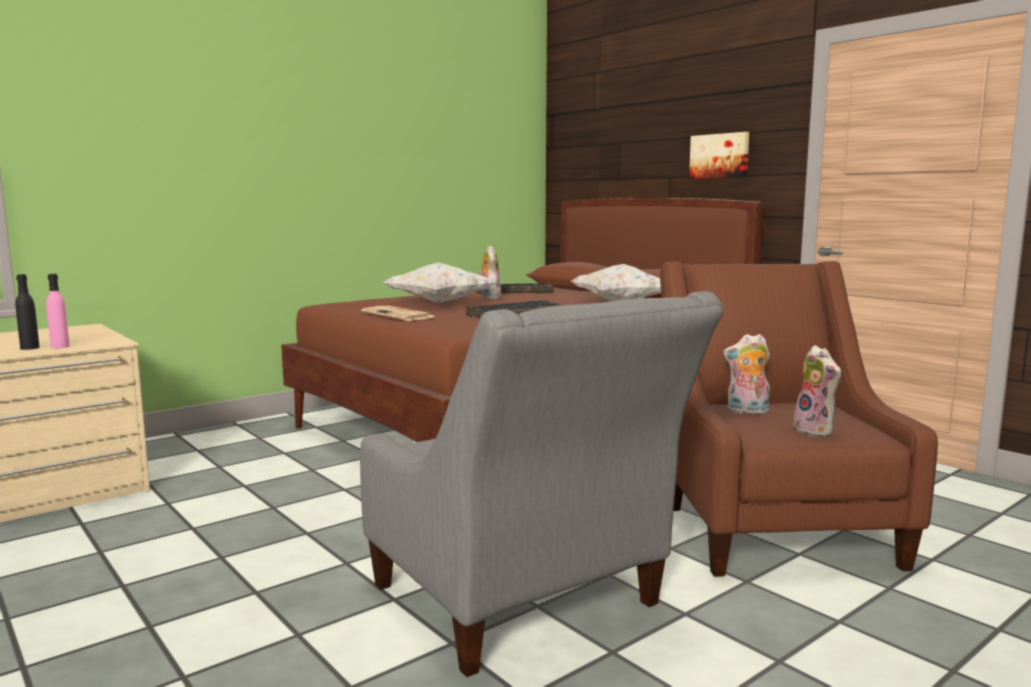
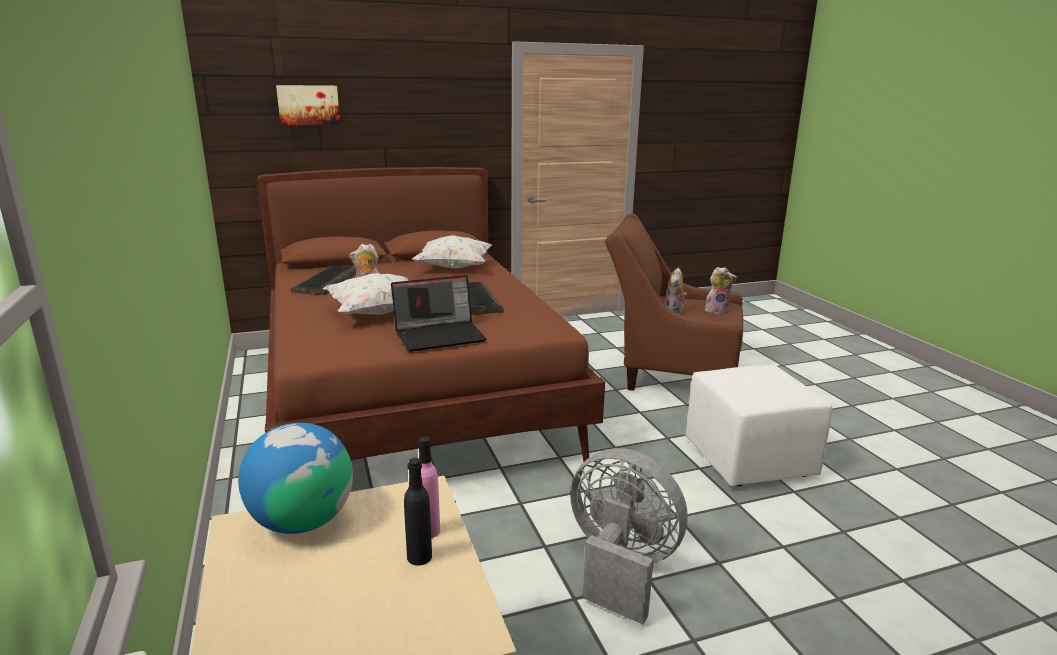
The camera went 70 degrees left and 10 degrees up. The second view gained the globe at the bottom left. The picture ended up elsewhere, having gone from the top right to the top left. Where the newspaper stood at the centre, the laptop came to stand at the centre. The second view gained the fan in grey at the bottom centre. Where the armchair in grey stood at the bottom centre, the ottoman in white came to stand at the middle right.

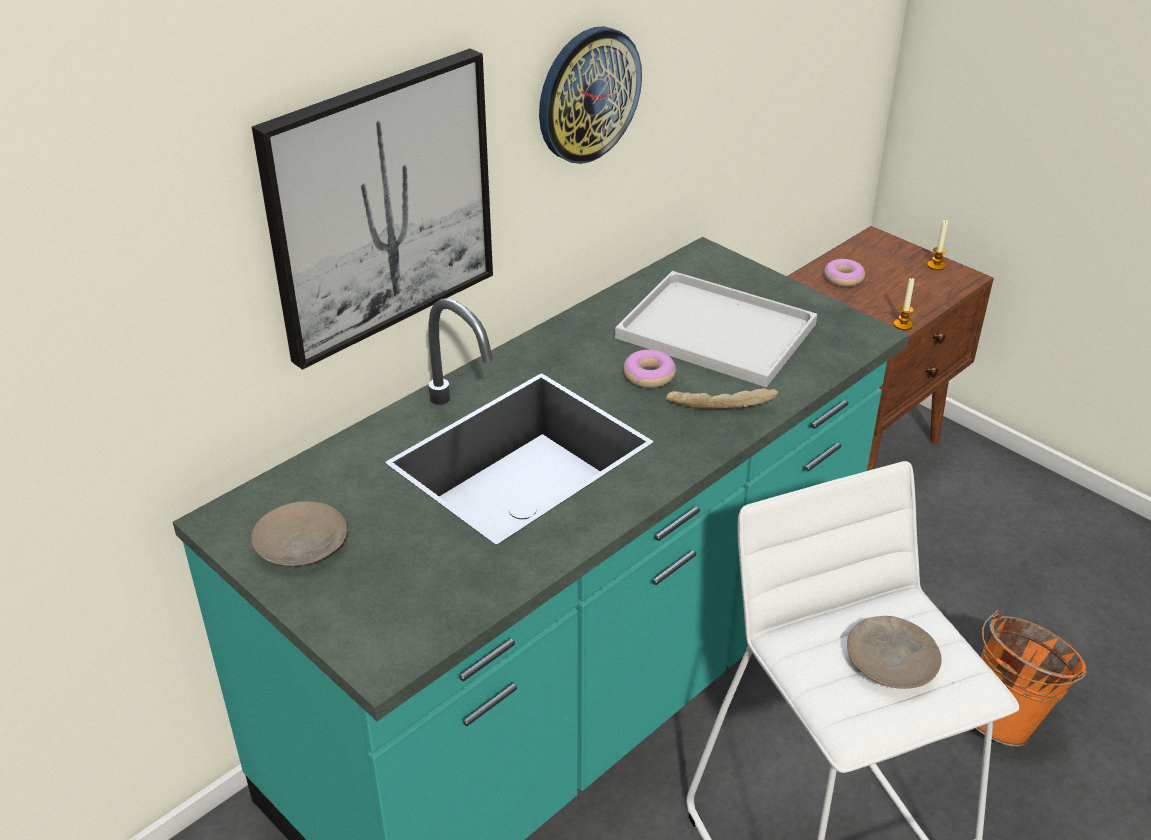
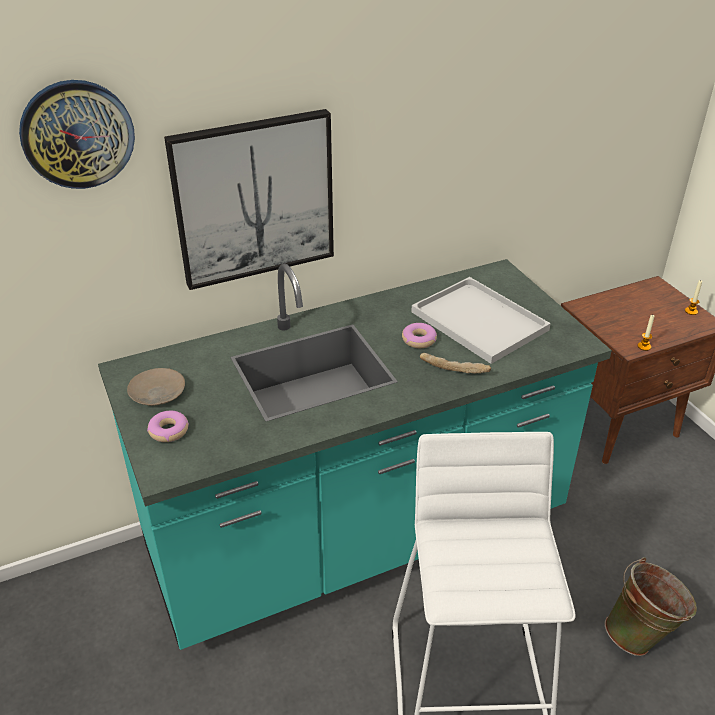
The camera went 20 degrees right and 0 degrees up. The wall clock ended up elsewhere, having gone from the top centre to the top left. The donut (2nd from left in the first image) ended up elsewhere, having gone from the top right to the middle left. What was the bucket in orange at the bottom right turned into the bucket in green at the bottom right. The second view lost the plate in beige (2nd from left) at the bottom right.

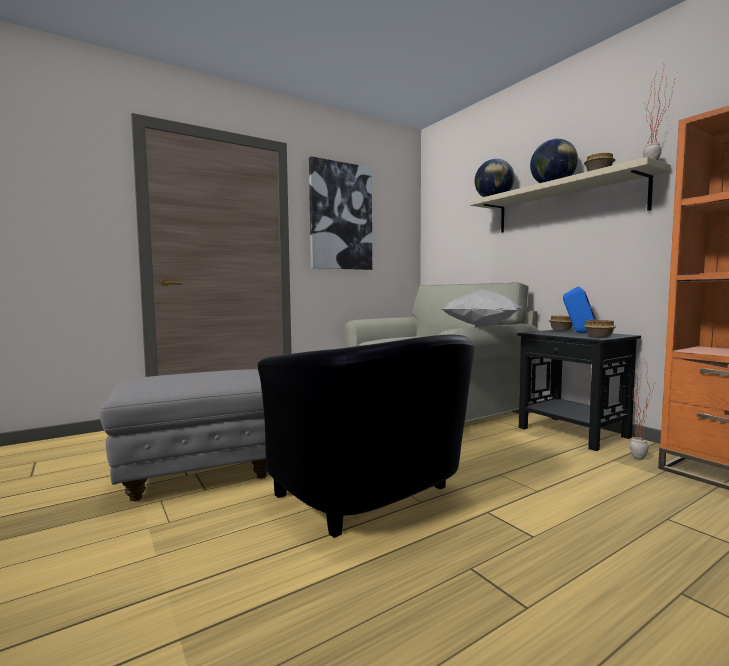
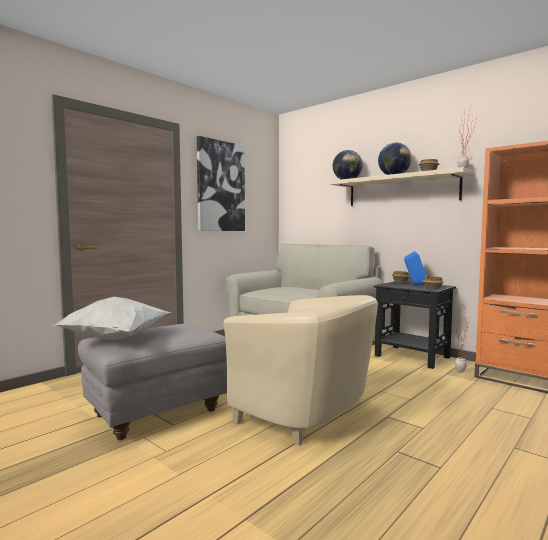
The camera went 15 degrees left and 0 degrees up. The pillow in white ended up elsewhere, having gone from the centre to the middle left. What was the armchair in black at the centre turned into the armchair in beige at the bottom centre.

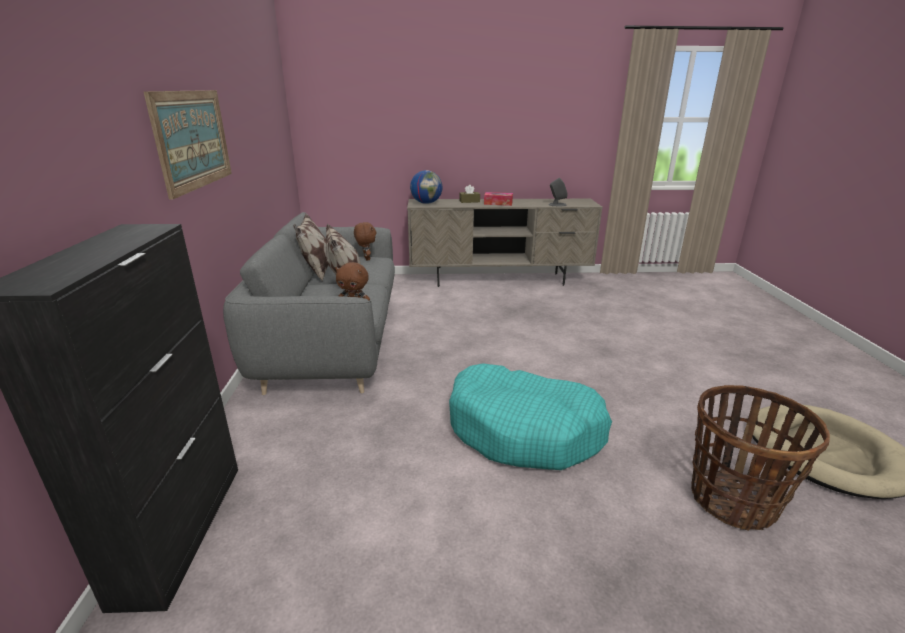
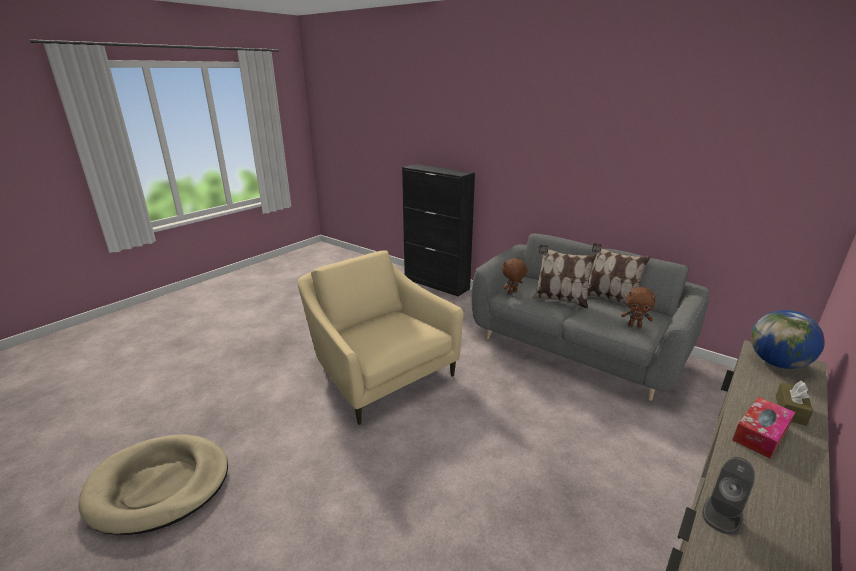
The camera went 130 degrees right and 0 degrees up. Where the dog bed in turquoise stood at the centre, the armchair in beige came to stand at the centre. The second view lost the picture at the top left. The second view lost the basket at the bottom right.

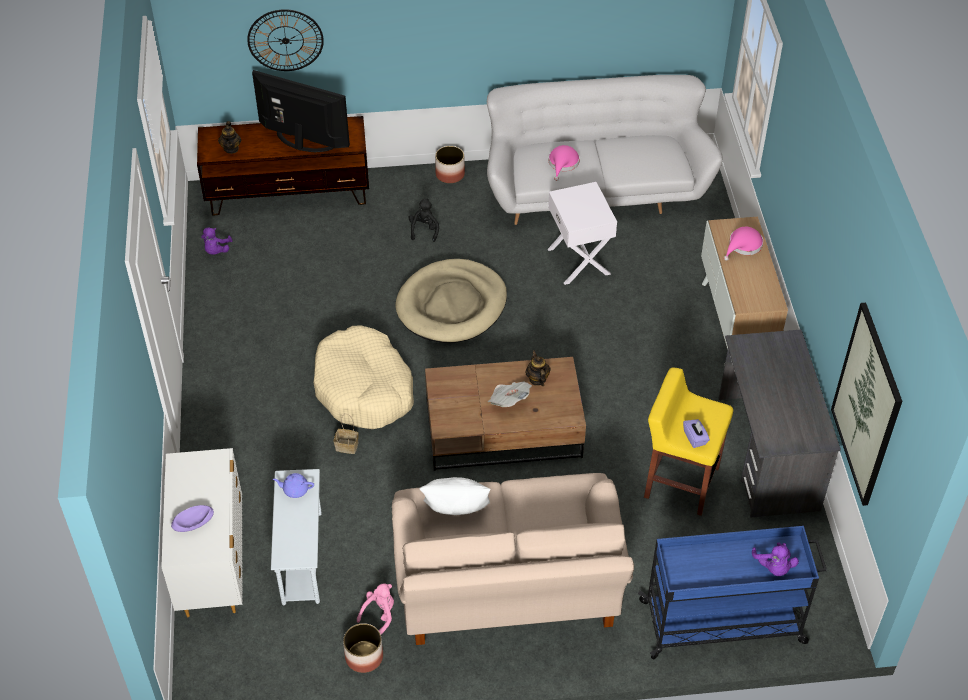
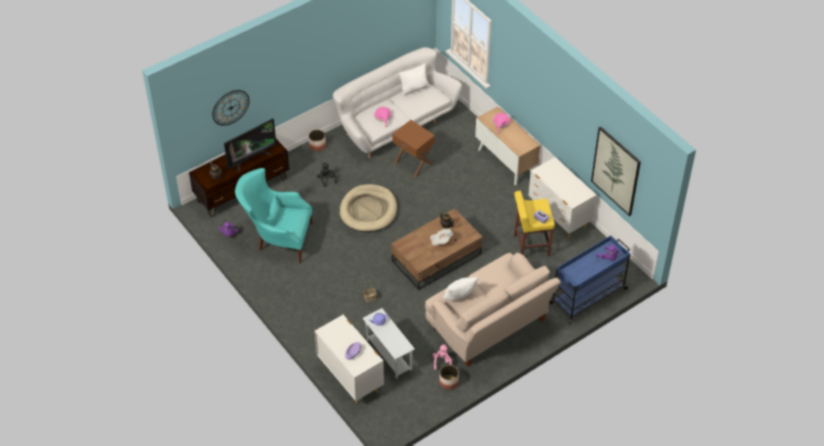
The camera went 30 degrees left and 0 degrees up. The television at the top left ended up facing another way, 150 degrees clockwise from before. The second view gained the armchair in turquoise at the middle left. What was the side table in white (2nd from left) at the top centre turned into the side table in brown at the centre. The second view gained the pillow in white (1st from left) at the top centre. Where the desk in grey stood at the middle right, the dresser in white (2nd from left) came to stand at the middle right. The second view lost the dog bed in beige (1st from left) at the centre.

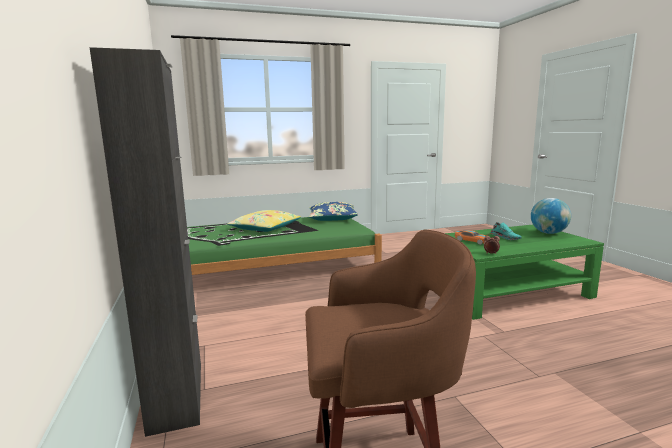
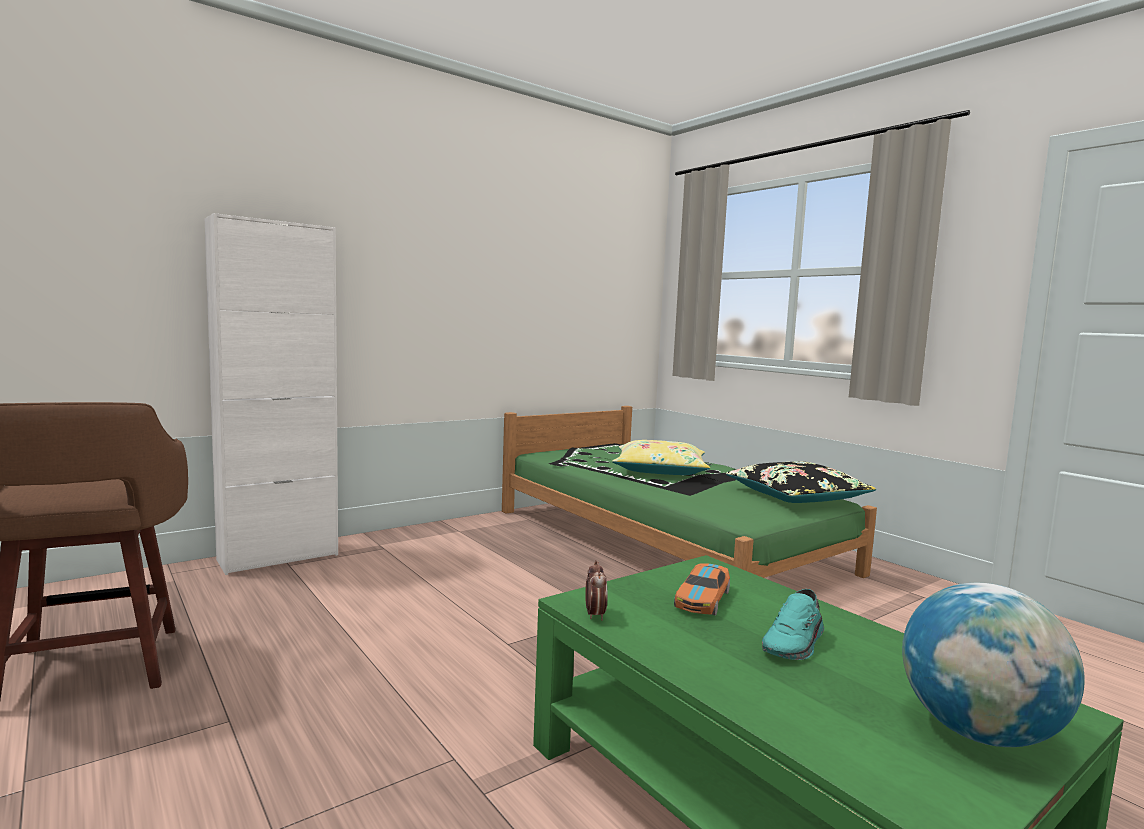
The camera went 70 degrees right and 5 degrees down. What was the cabinet in black at the middle left turned into the cabinet in white at the middle left. What was the pillow in blue at the centre turned into the pillow in black at the middle right.

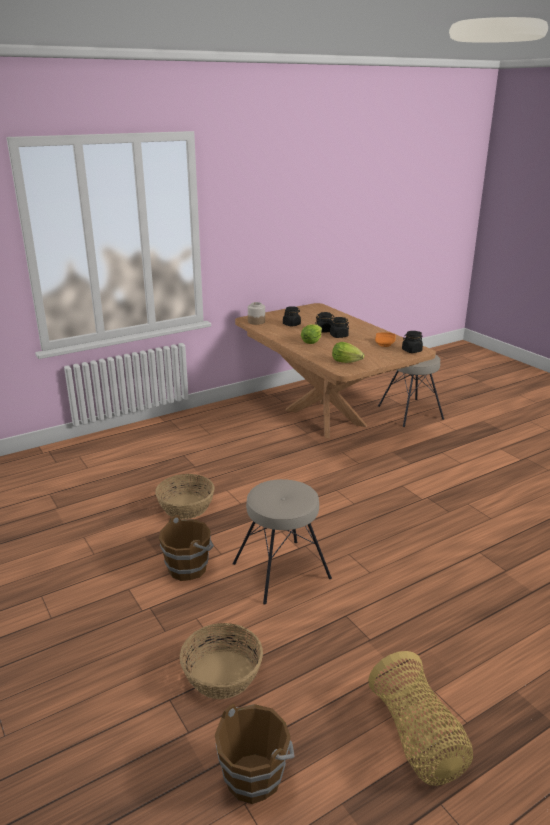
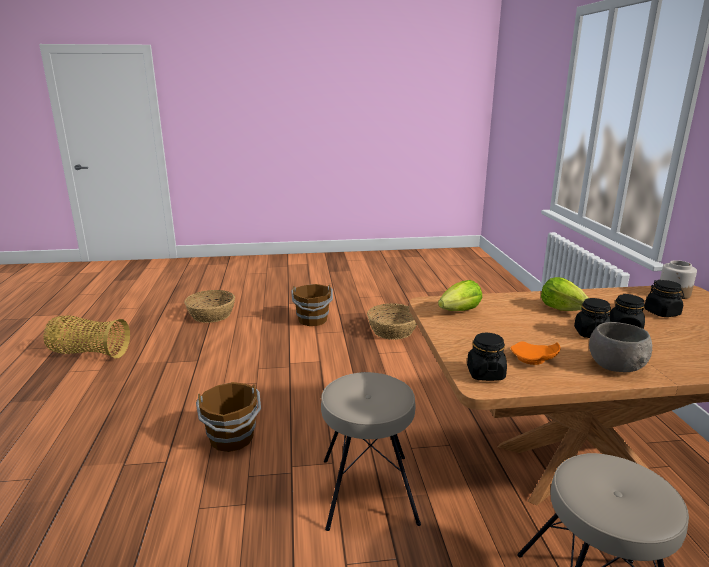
The camera went 115 degrees right and 5 degrees down. The bucket in brown (2nd from left in the first image) ended up elsewhere, having gone from the bottom centre to the bottom left. The stool in beige (1st from left) ended up elsewhere, having gone from the centre to the bottom centre. The second view gained the bowl in grey at the middle right.

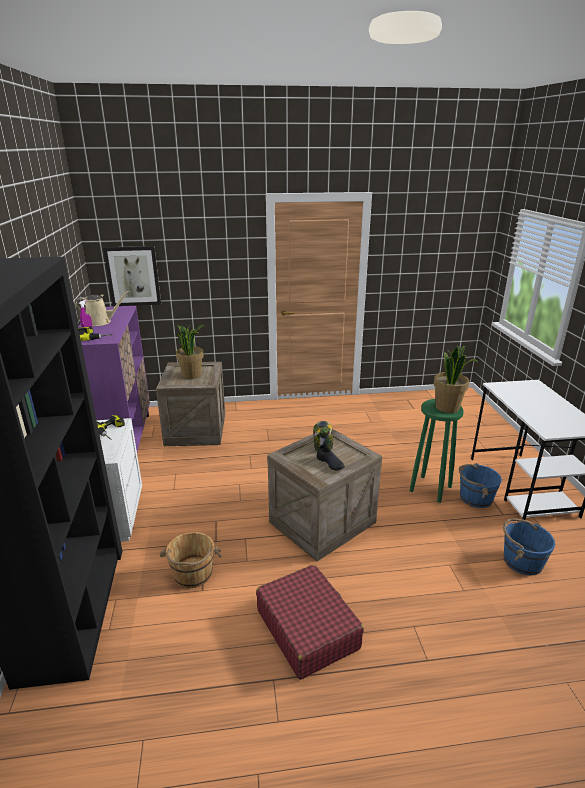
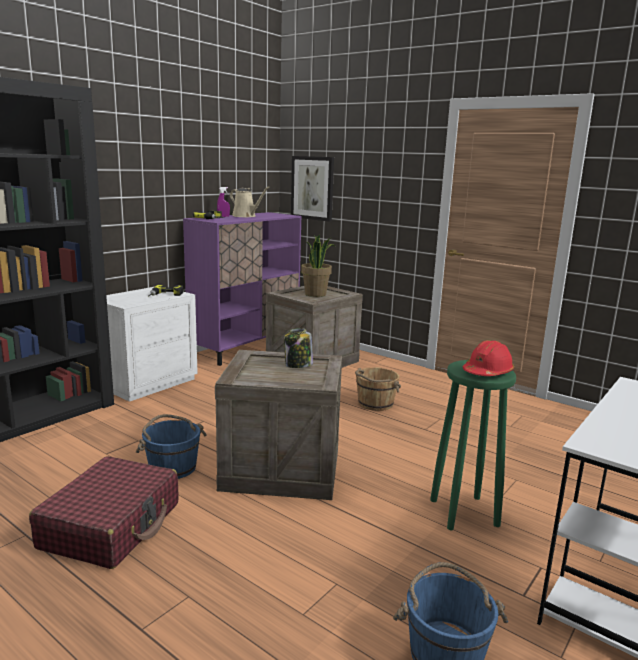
The camera went 45 degrees right and 10 degrees down. The bucket in blue (1st from left) ended up elsewhere, having gone from the middle right to the bottom left. The bucket in brown ended up elsewhere, having gone from the bottom left to the centre. Where the potted plant (2nd from left) stood at the middle right, the hard hat in red came to stand at the middle right. The second view lost the shoe in black at the centre.

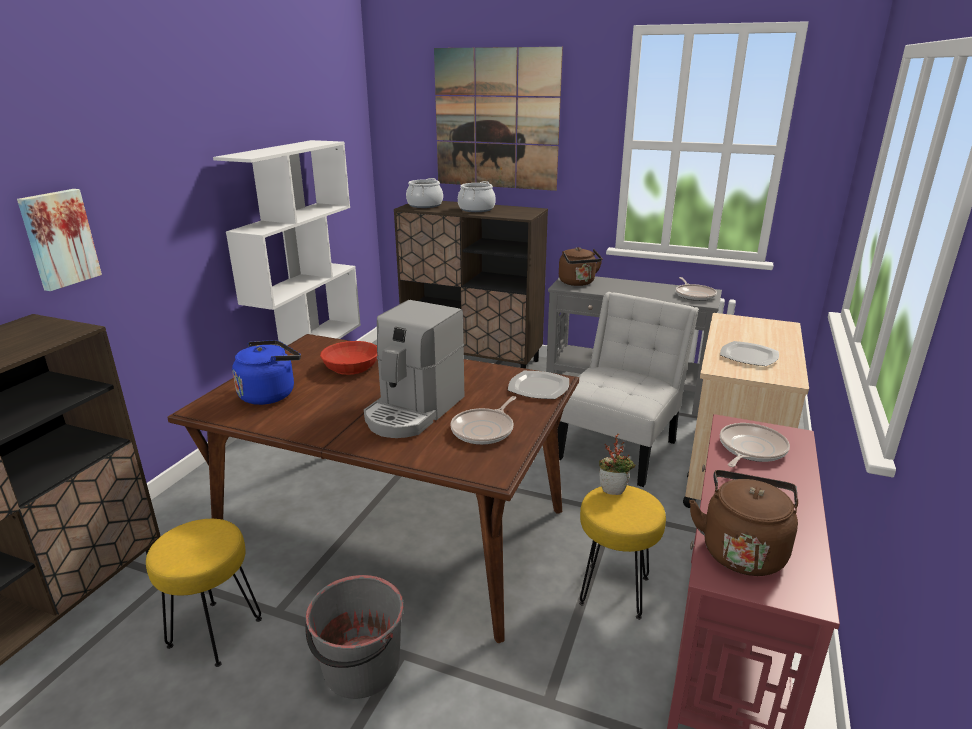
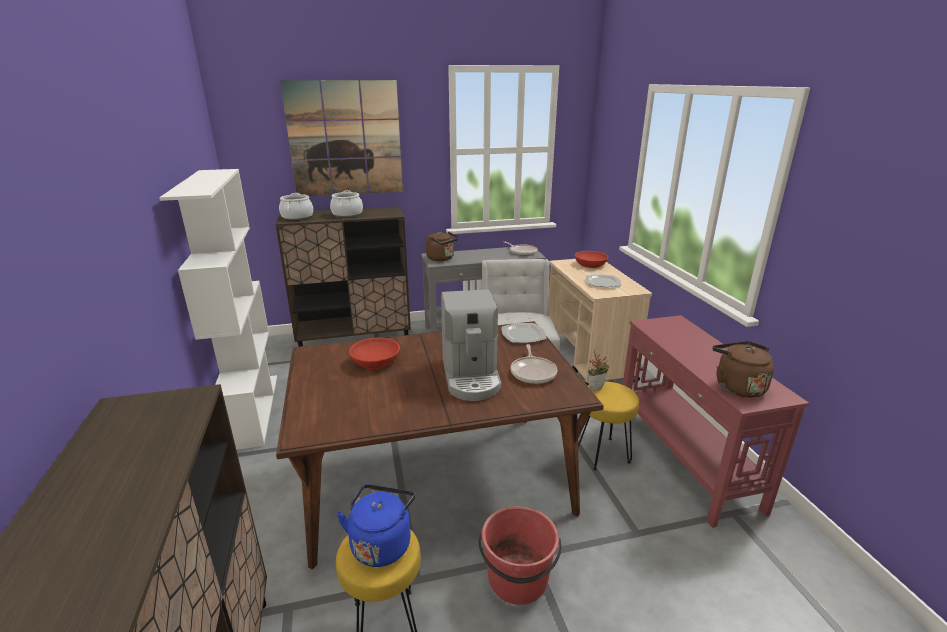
The camera went 35 degrees left and 0 degrees up. The kettle in blue ended up elsewhere, having gone from the middle left to the bottom centre. What was the bucket in grey at the bottom centre turned into the bucket in red at the bottom centre. The second view gained the bowl in red (2nd from left) at the centre. The second view lost the picture (1st from left) at the top left. The second view lost the frying pan (3rd from left) at the middle right.

